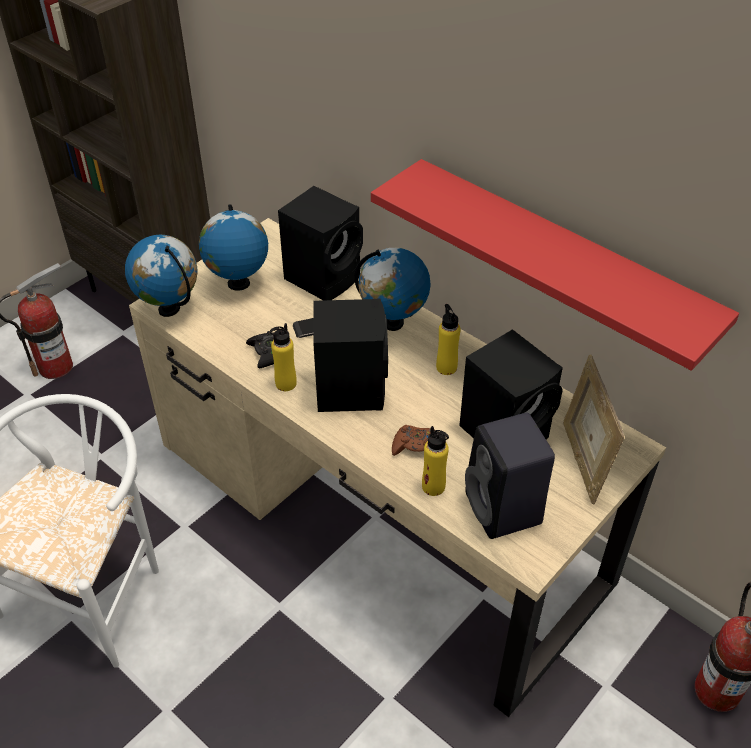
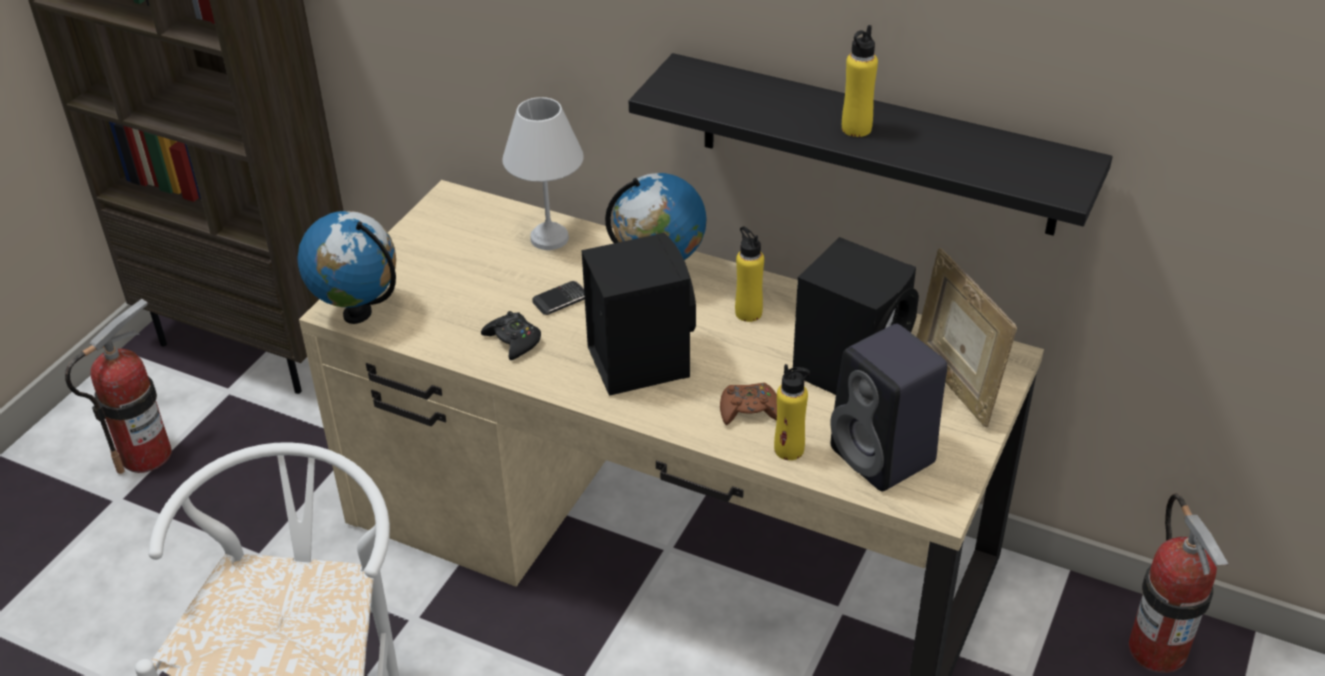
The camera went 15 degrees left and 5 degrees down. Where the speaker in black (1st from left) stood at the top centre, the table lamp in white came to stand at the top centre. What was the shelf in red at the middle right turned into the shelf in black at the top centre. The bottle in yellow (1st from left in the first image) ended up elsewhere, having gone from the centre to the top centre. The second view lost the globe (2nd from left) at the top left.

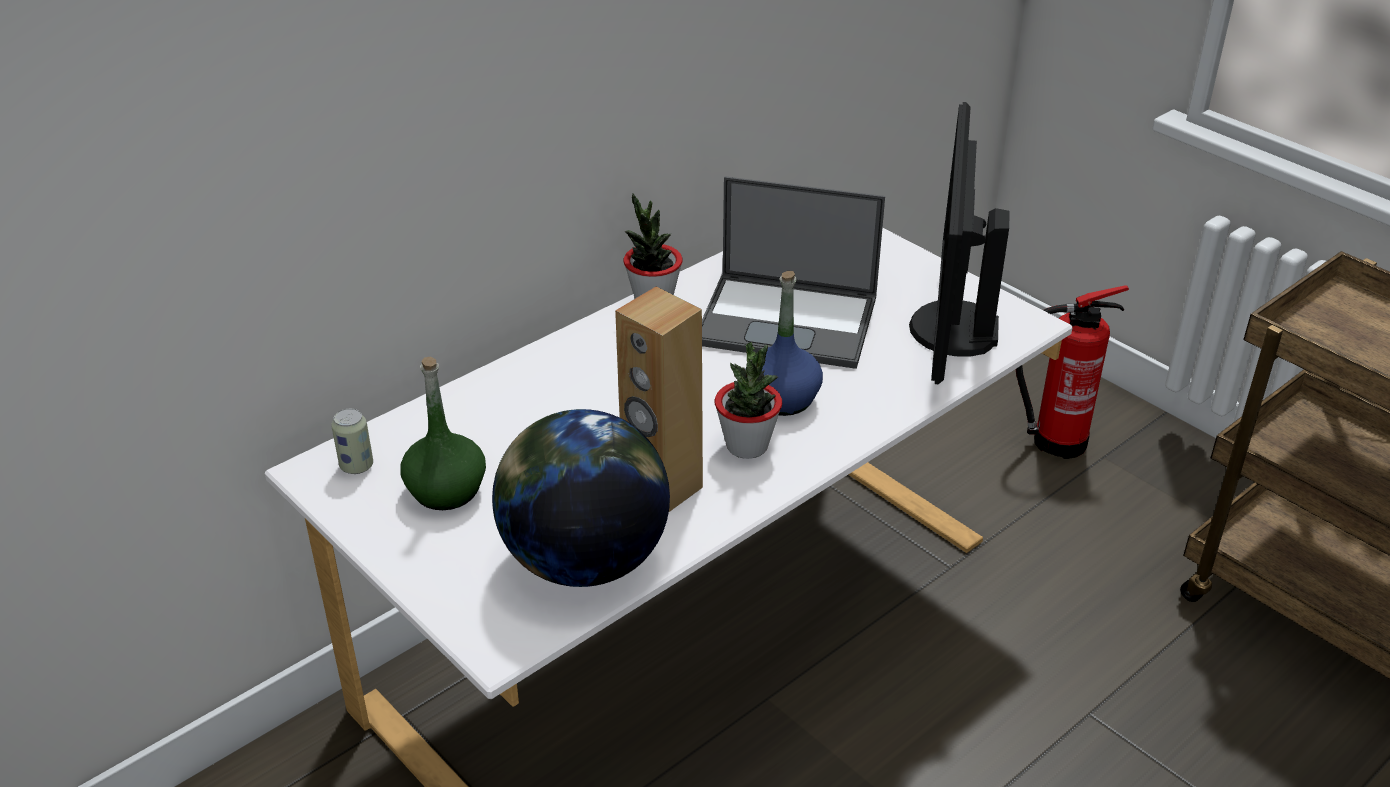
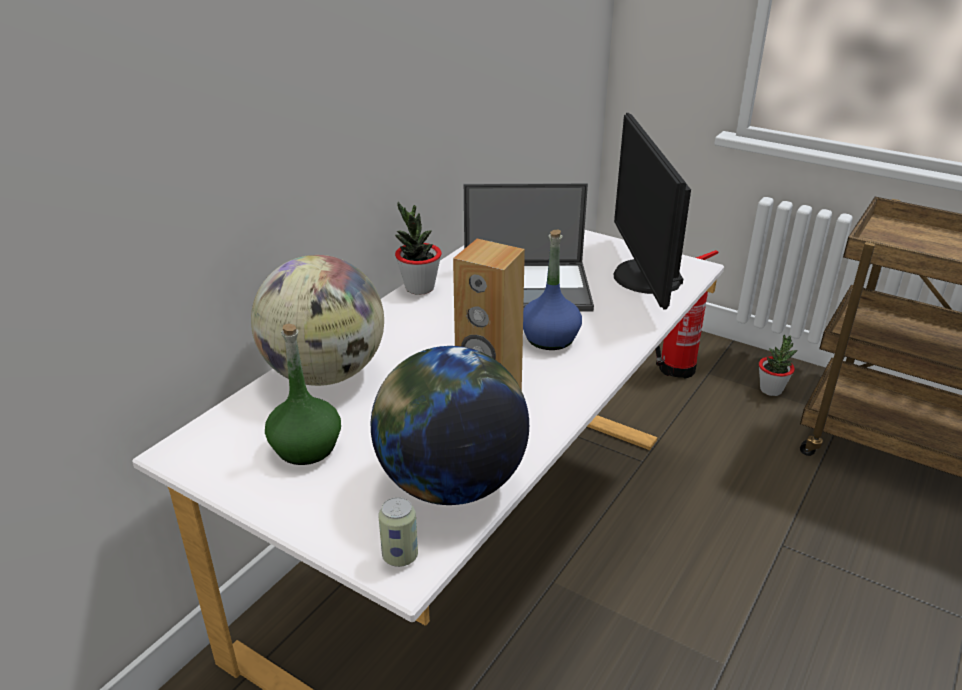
The camera went 15 degrees left and 5 degrees down. The second view gained the globe (1st from left) at the middle left. The can ended up elsewhere, having gone from the middle left to the bottom centre. The potted plant (2nd from left) ended up elsewhere, having gone from the centre to the middle right.

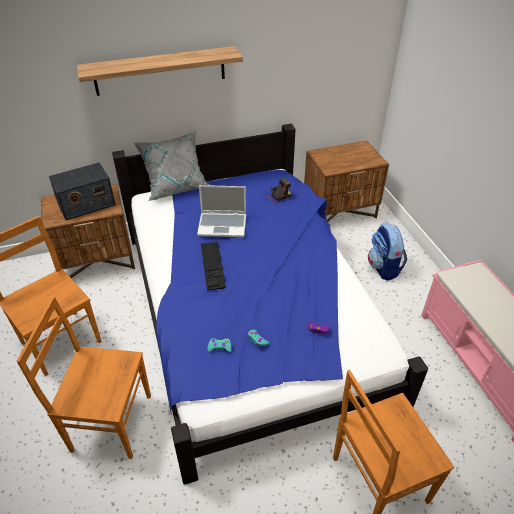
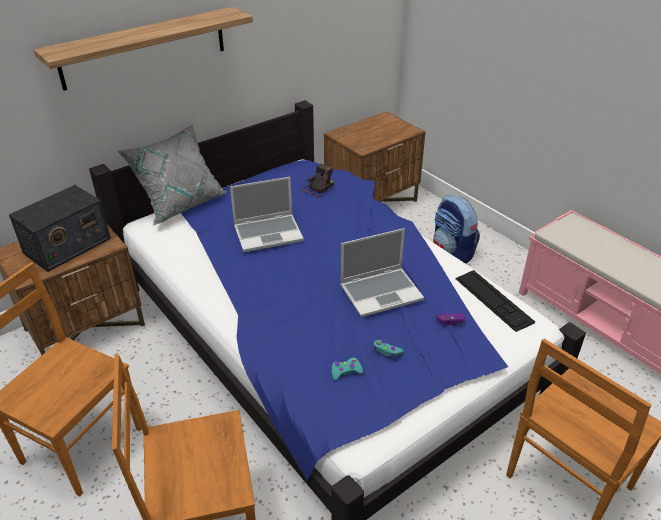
The camera went 20 degrees left and 5 degrees down. The second view gained the laptop (2nd from left) at the centre. The keyboard ended up elsewhere, having gone from the centre to the middle right.

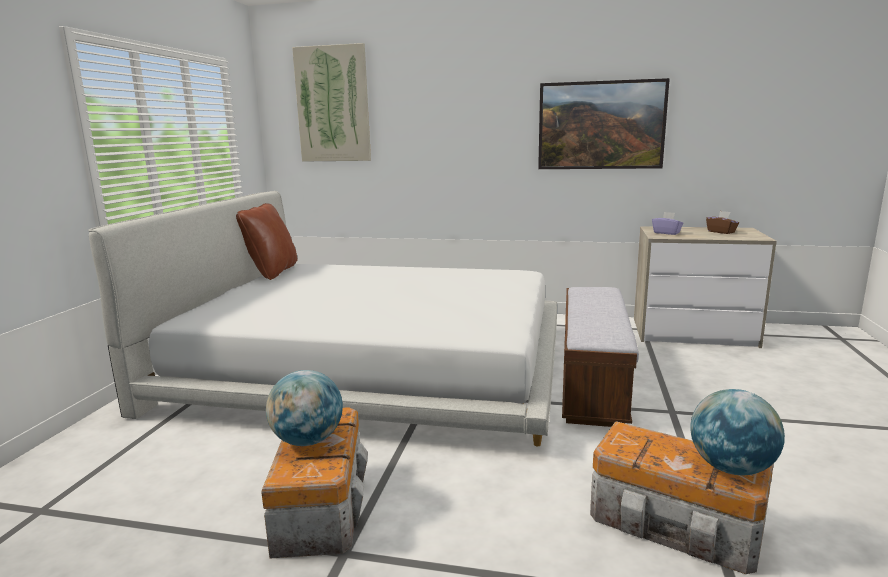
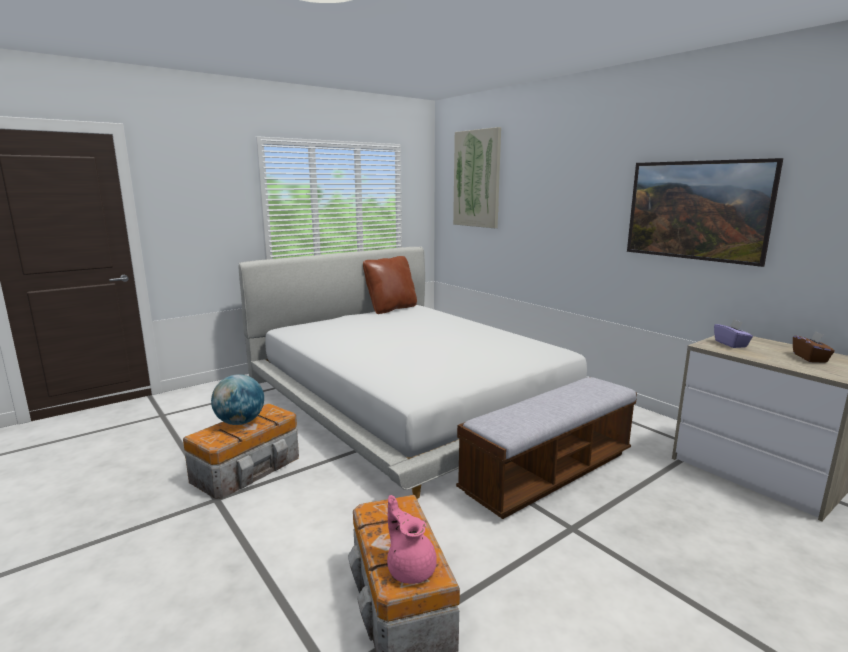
The camera went 40 degrees right and 0 degrees up. Where the globe (2nd from left) stood at the bottom right, the teapot in pink came to stand at the bottom centre.

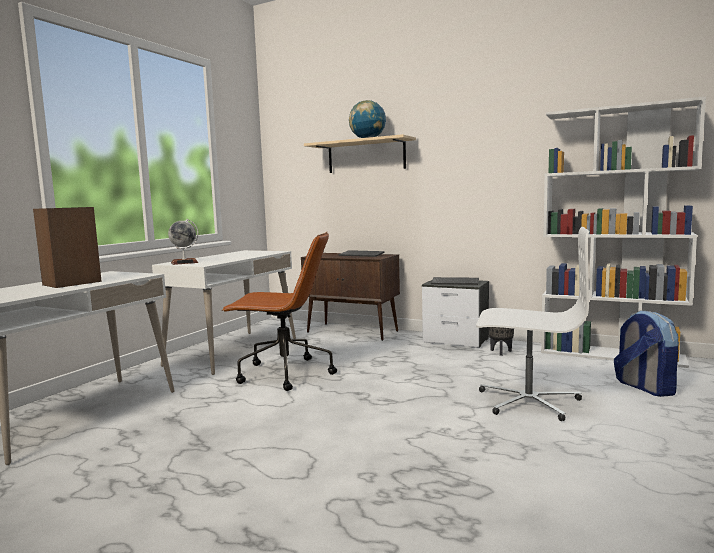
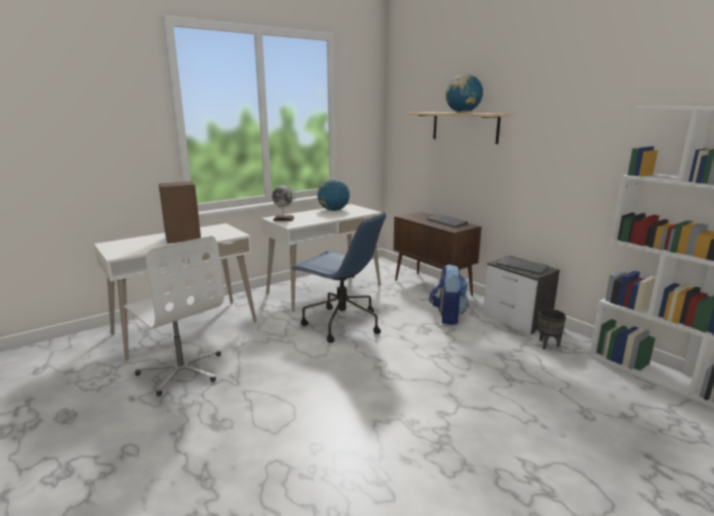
The camera went 25 degrees right and 10 degrees up. The office chair in white ended up elsewhere, having gone from the middle right to the middle left. What was the office chair in brown at the centre turned into the office chair in blue at the centre. The second view gained the globe (2nd from left) at the centre. The backpack ended up elsewhere, having gone from the middle right to the centre.

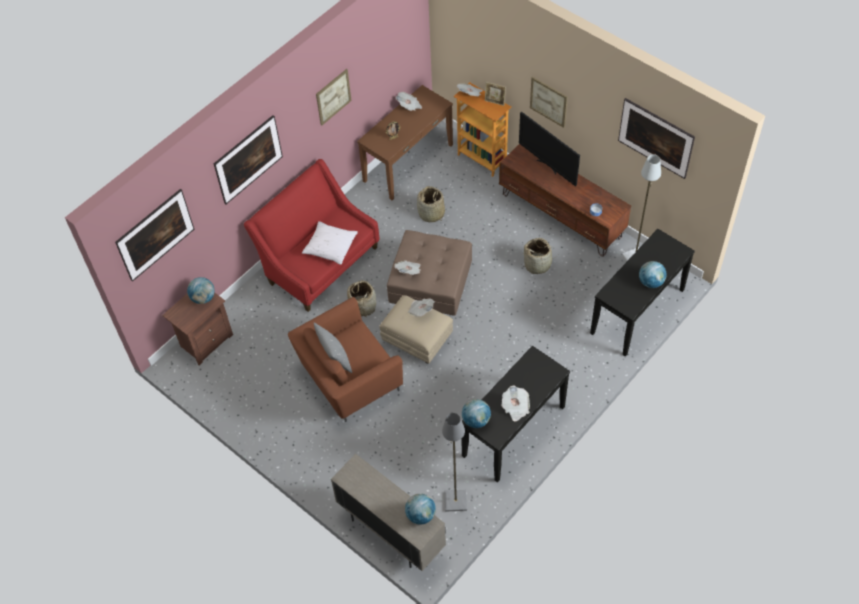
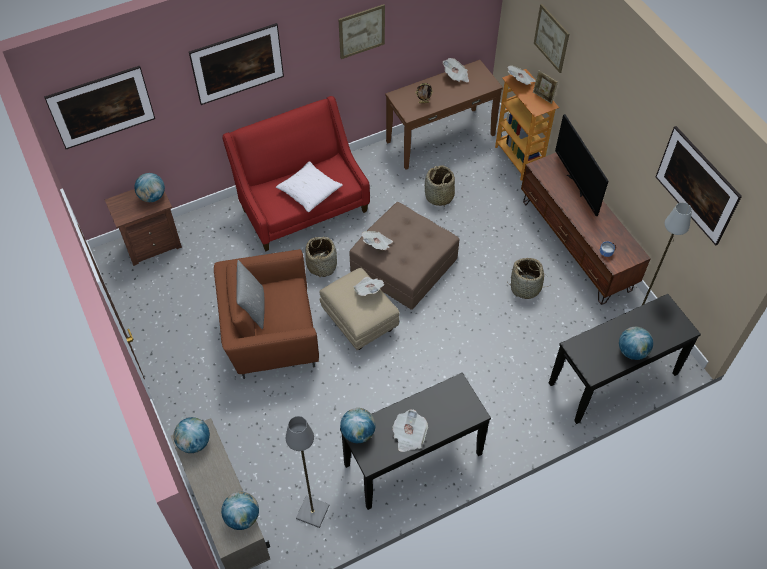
The camera went 20 degrees right and 0 degrees up. The second view gained the globe (2nd from left) at the bottom left. The picture (4th from left) ended up elsewhere, having gone from the top centre to the top right.

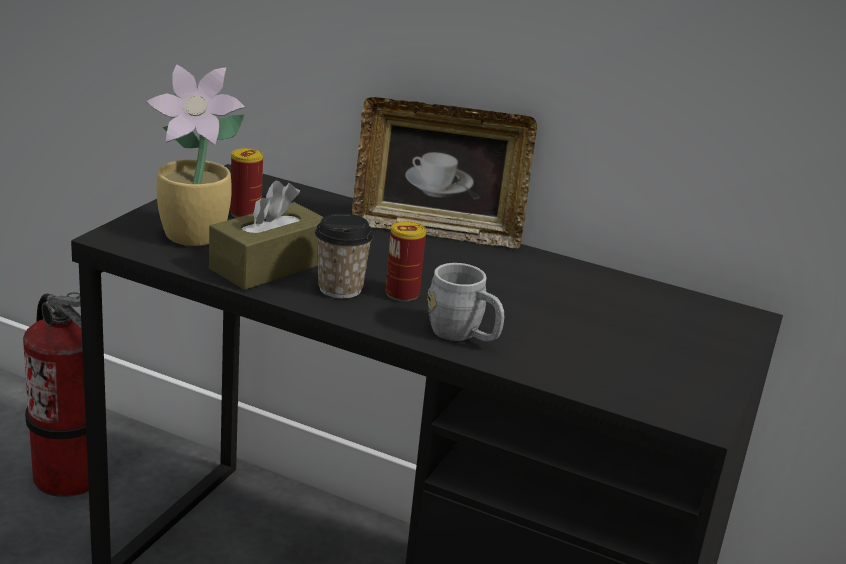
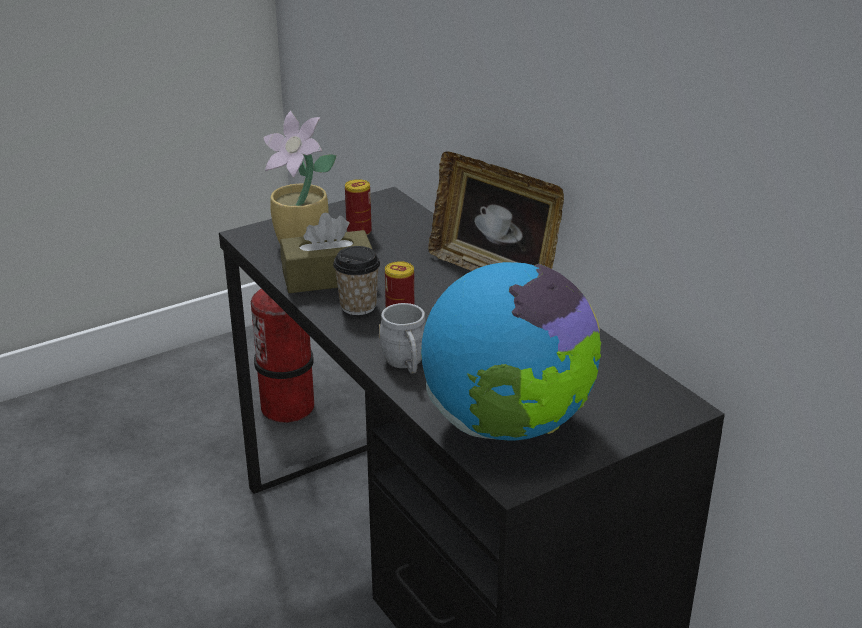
The camera went 35 degrees right and 5 degrees up. The second view gained the globe at the centre.

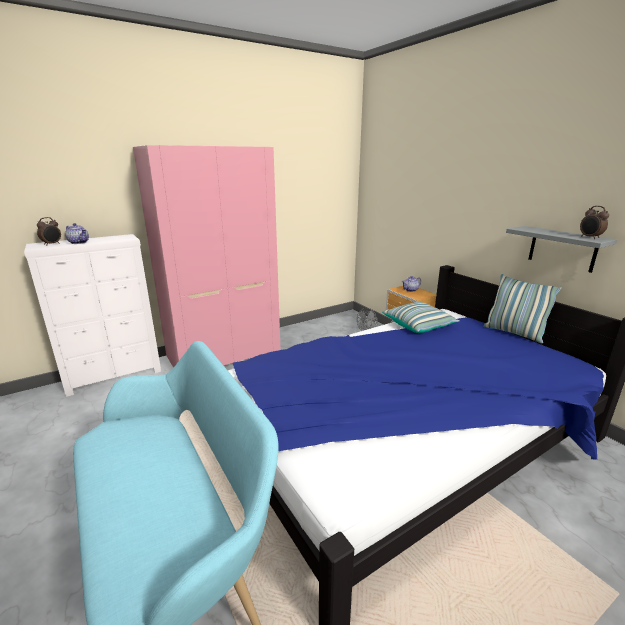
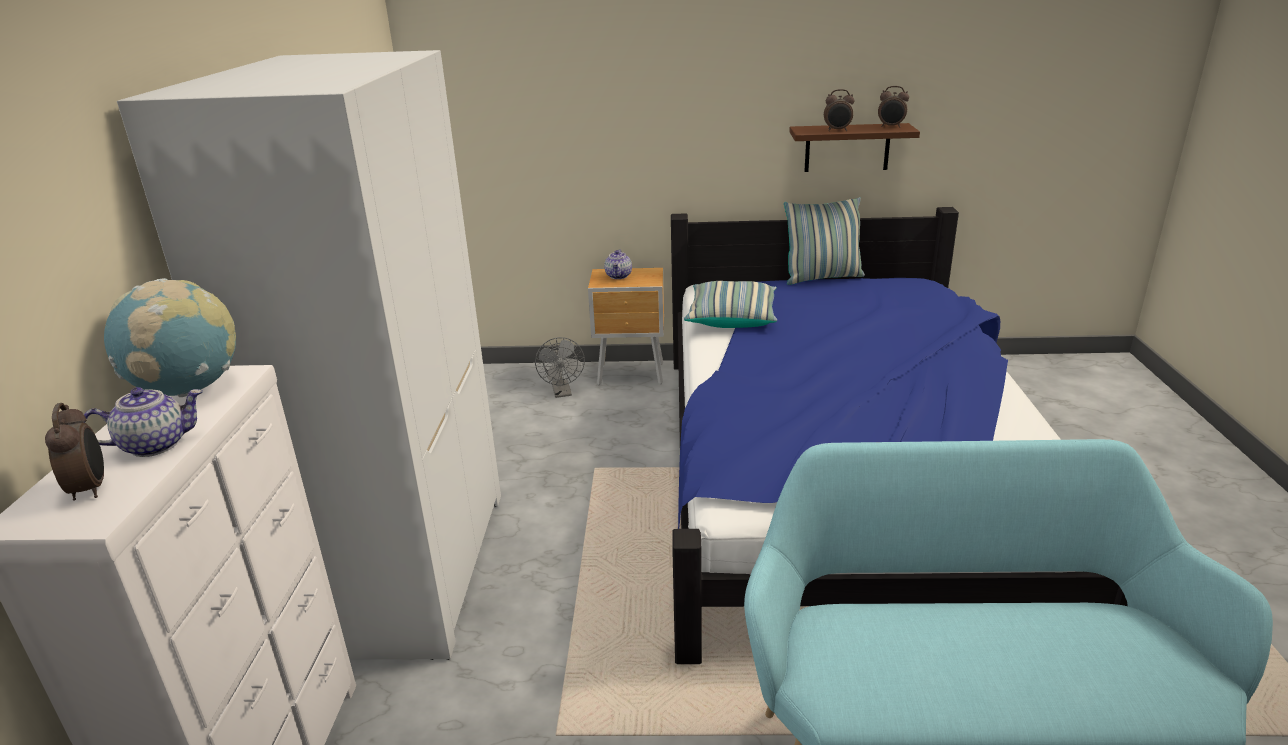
The camera went 55 degrees left and 5 degrees up. The second view gained the globe at the middle left. What was the wardrobe in pink at the middle left turned into the wardrobe in white at the middle left. What was the shelf in grey at the middle right turned into the shelf in brown at the top centre. The second view gained the alarm clock (2nd from left) at the top centre.

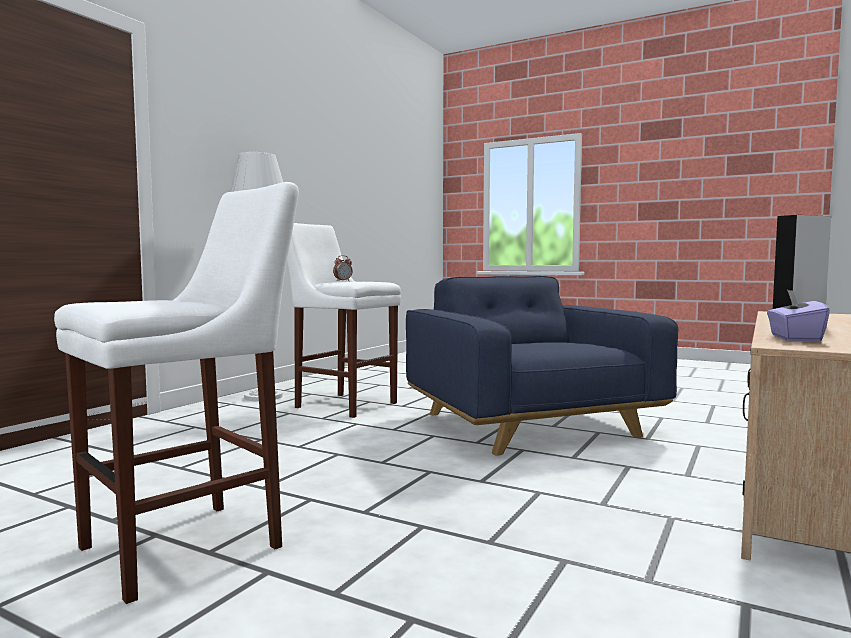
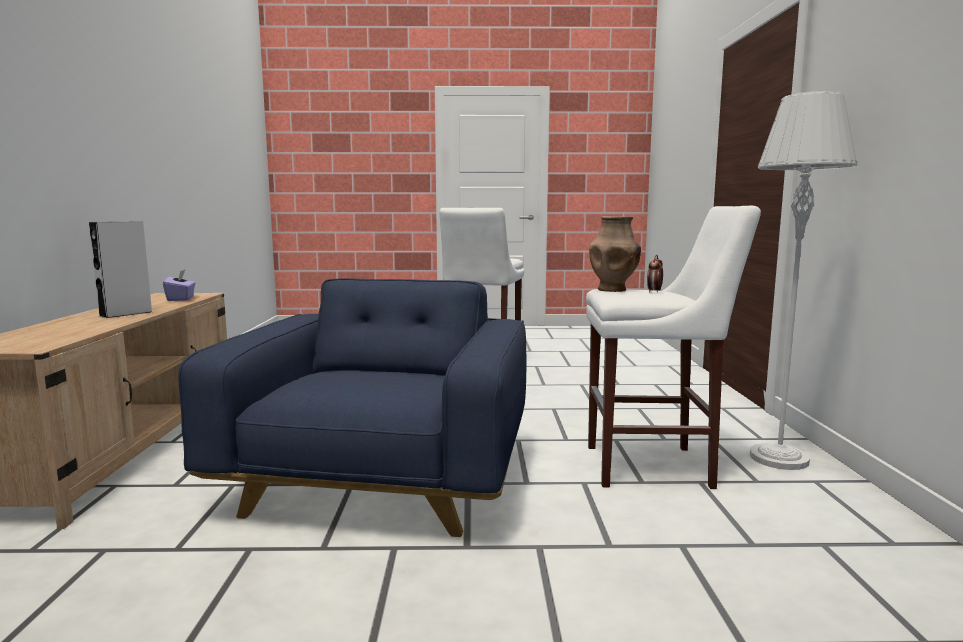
The camera went 150 degrees right and 5 degrees up. The armchair in blue at the centre ended up facing another way, 120 degrees counterclockwise from before. The second view gained the vase in brown at the centre.

